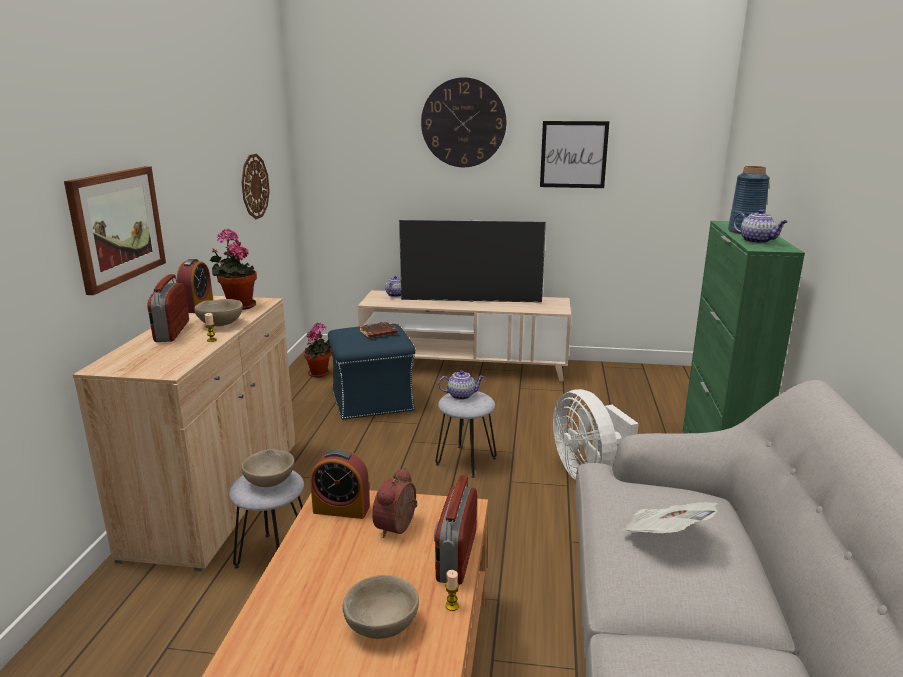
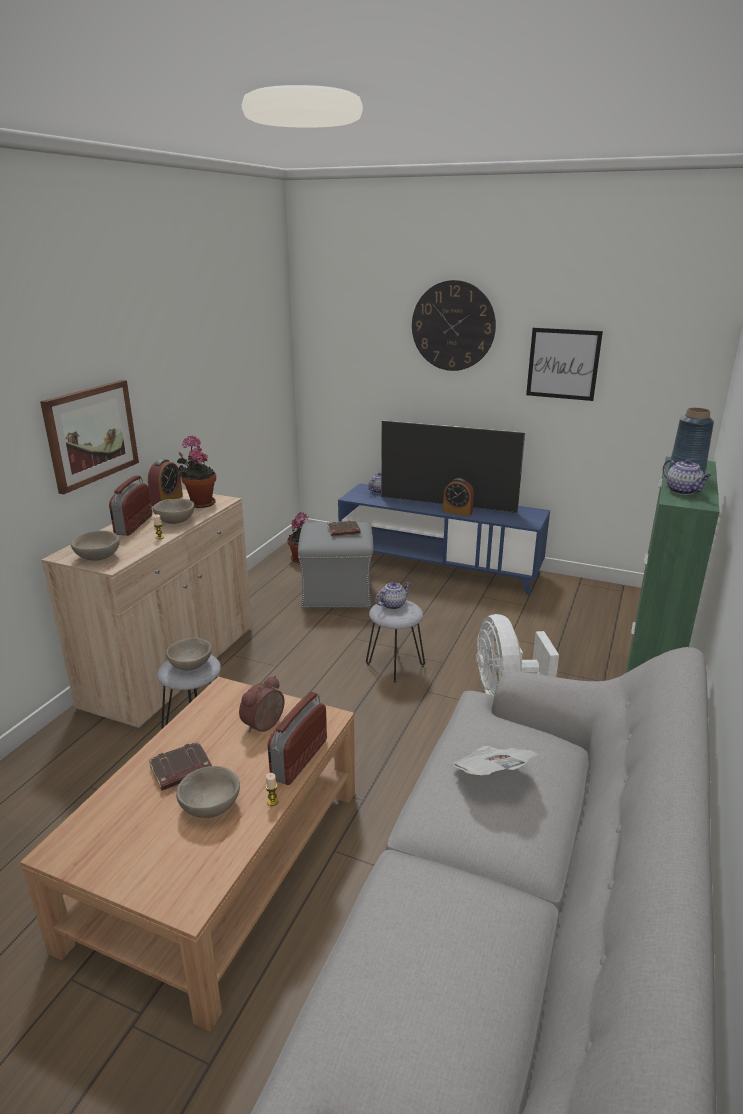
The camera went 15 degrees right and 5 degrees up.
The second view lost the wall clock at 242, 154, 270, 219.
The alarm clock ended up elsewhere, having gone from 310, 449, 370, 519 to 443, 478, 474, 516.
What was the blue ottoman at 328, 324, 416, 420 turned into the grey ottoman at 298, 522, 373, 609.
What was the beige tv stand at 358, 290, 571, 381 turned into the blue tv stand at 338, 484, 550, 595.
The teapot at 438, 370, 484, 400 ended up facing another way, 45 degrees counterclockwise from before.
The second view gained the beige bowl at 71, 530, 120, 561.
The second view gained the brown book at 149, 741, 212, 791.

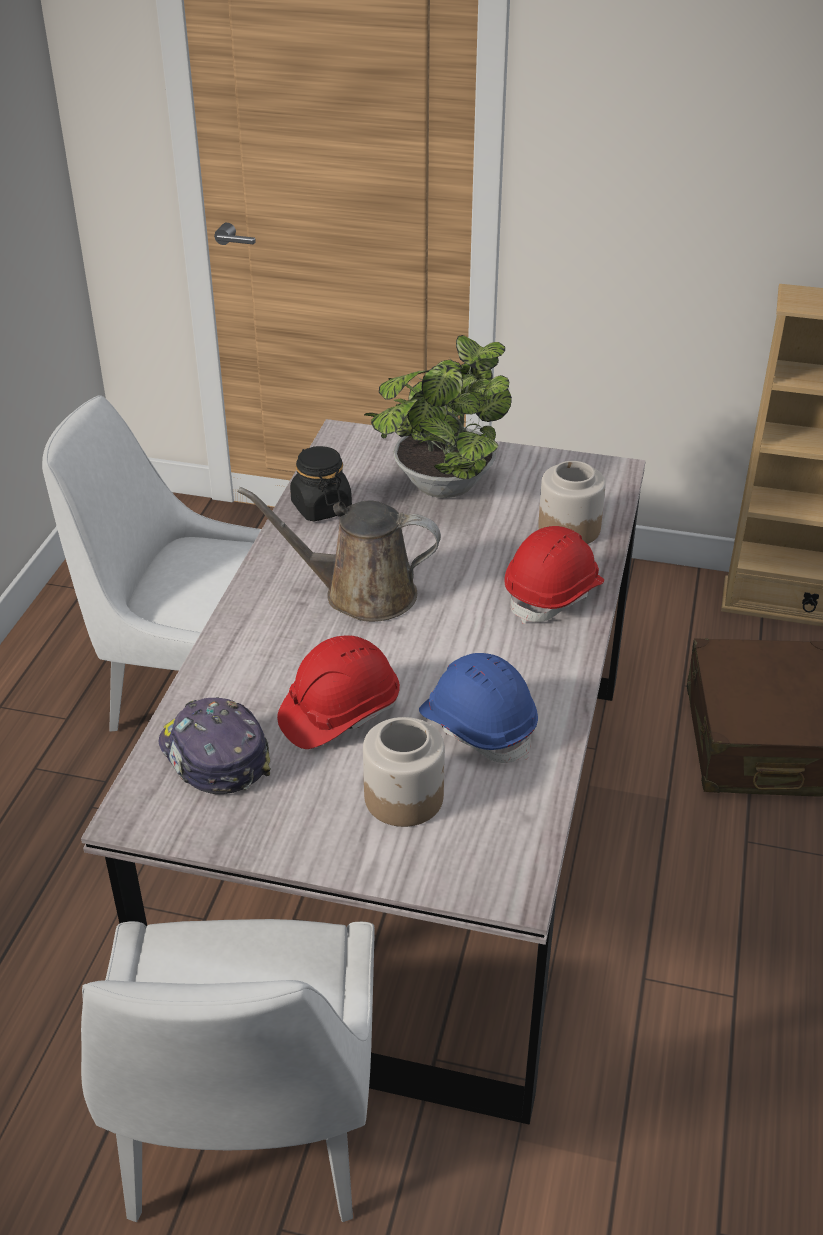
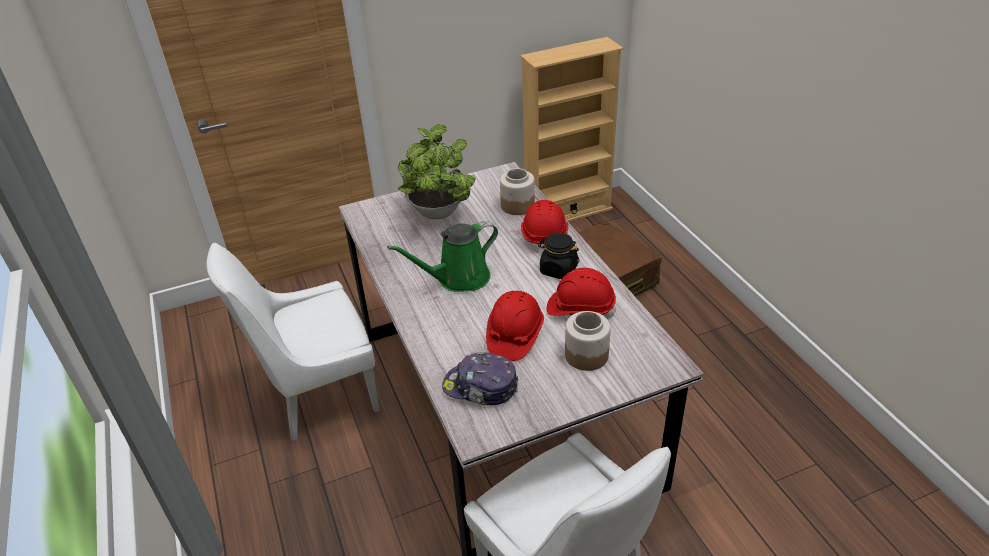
The camera went 35 degrees left and 0 degrees up.
What was the brown watering can at 238, 487, 441, 622 turned into the green watering can at 388, 221, 498, 292.
The black jar ended up elsewhere, having gone from 290, 446, 352, 521 to 538, 233, 580, 279.
What was the blue hard hat at 419, 653, 538, 763 turned into the red hard hat at 546, 268, 616, 319.

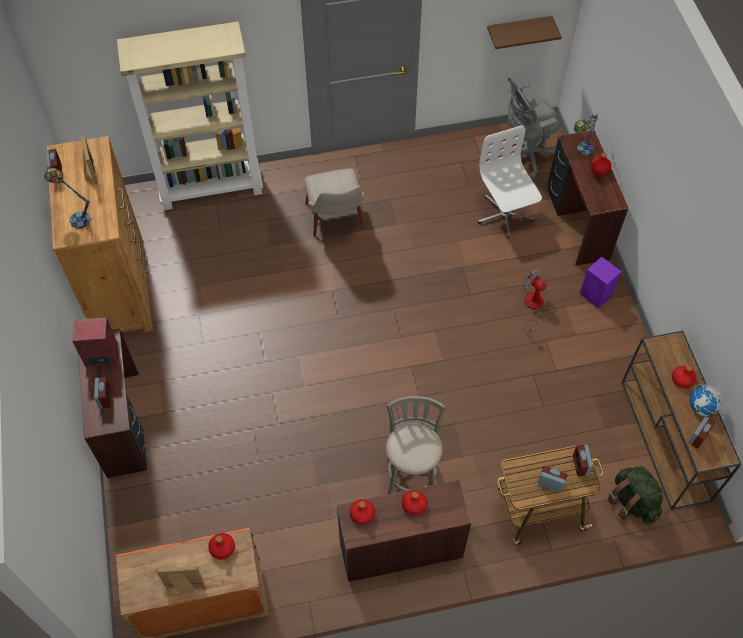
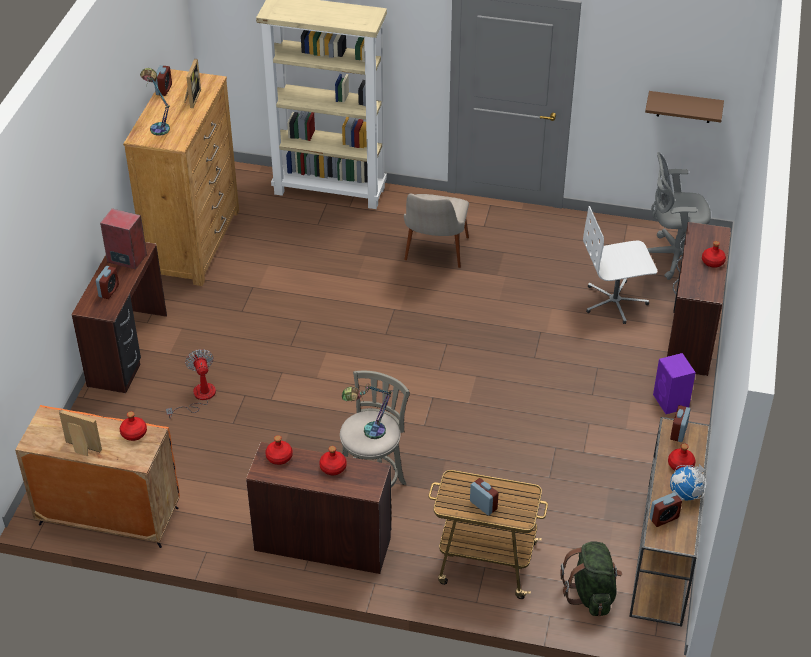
The camera went 25 degrees right and 15 degrees down.
The white office chair at 478, 125, 542, 239 ended up facing another way, 105 degrees counterclockwise from before.
The fan ended up elsewhere, having gone from 523, 268, 547, 335 to 166, 349, 216, 419.
The alarm clock ended up elsewhere, having gone from 573, 445, 593, 476 to 670, 405, 691, 442.
The table lamp ended up elsewhere, having gone from 574, 113, 599, 156 to 342, 383, 391, 439.

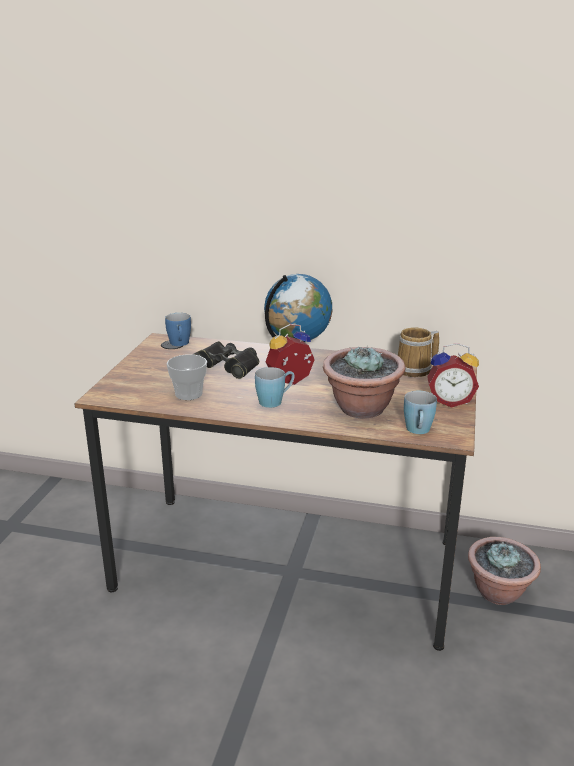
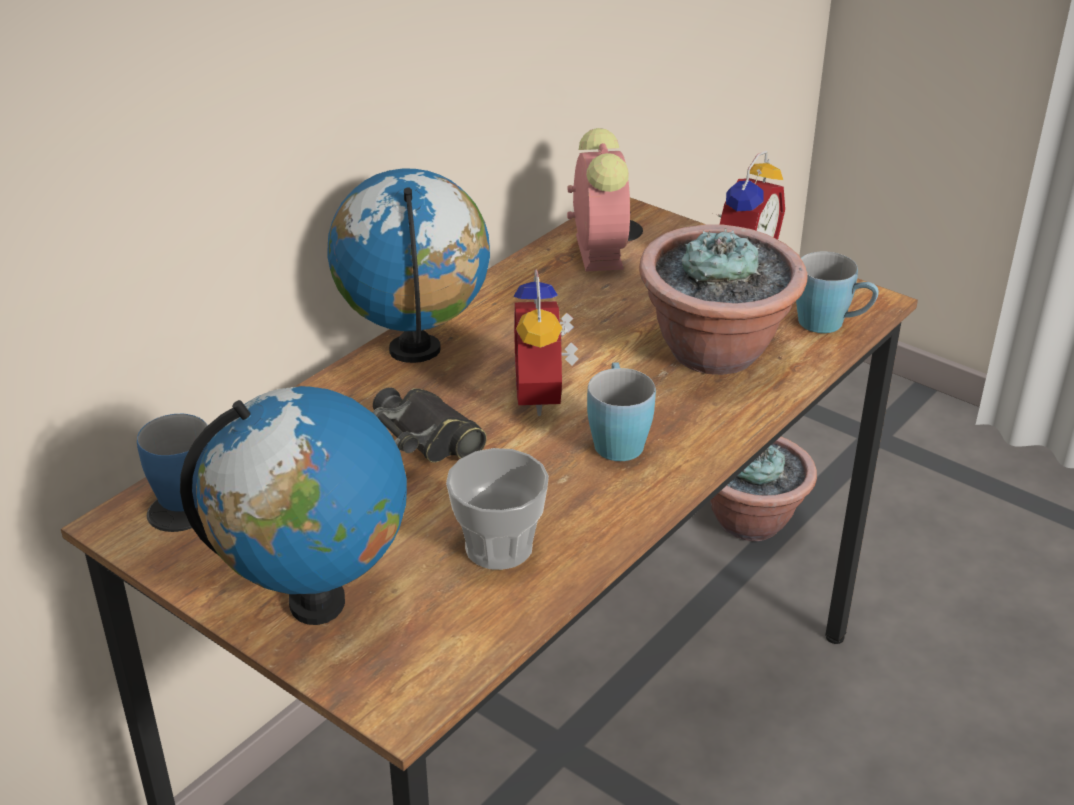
The camera went 65 degrees left and 10 degrees up.
Where the mug stood at 398, 327, 439, 377, the alarm clock came to stand at 567, 128, 631, 272.
The second view gained the globe at 180, 386, 407, 625.

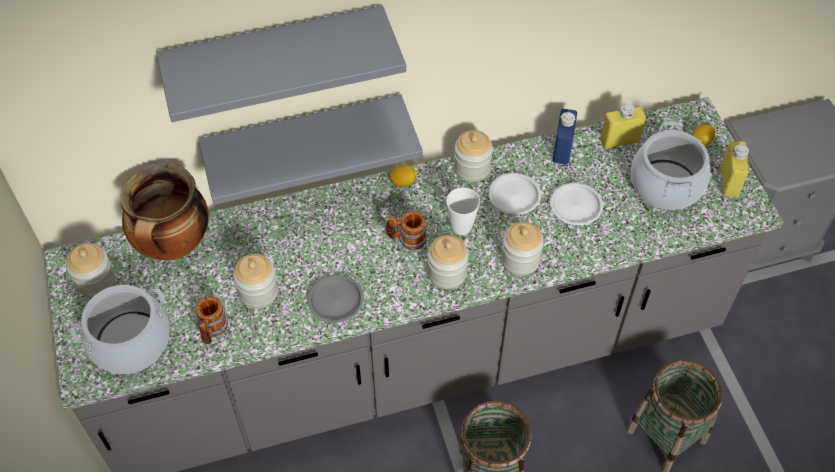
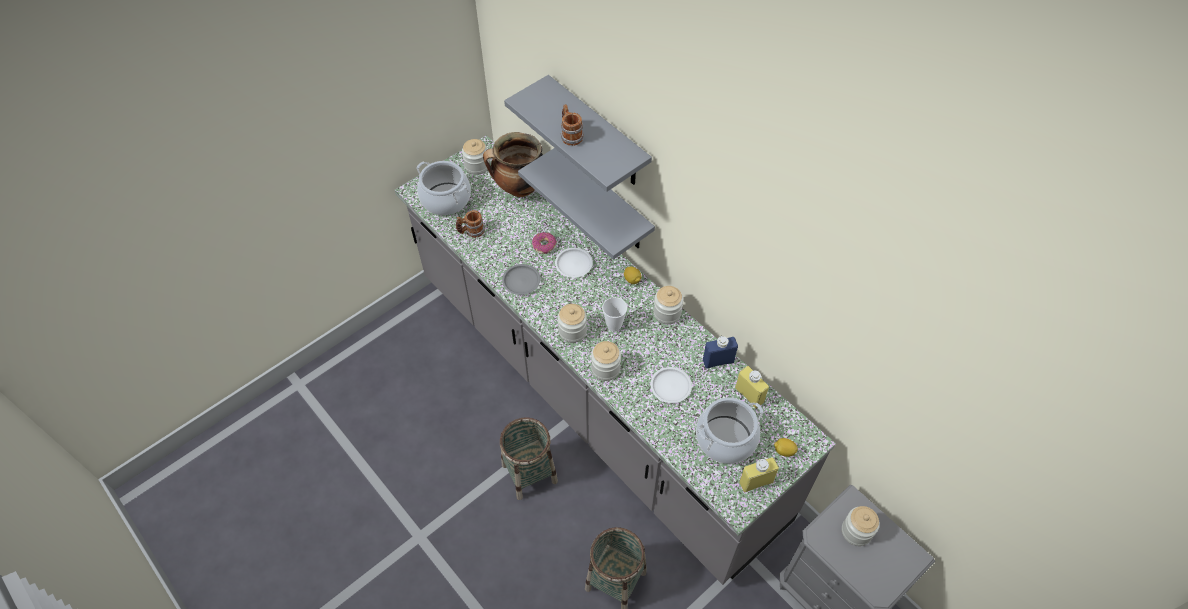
The camera went 65 degrees right and 0 degrees up.
The jar ended up elsewhere, having gone from 233, 254, 279, 309 to 842, 506, 880, 546.
The mug ended up elsewhere, having gone from 385, 211, 428, 250 to 561, 104, 584, 146.
The white plate ended up elsewhere, having gone from 489, 173, 541, 215 to 555, 248, 593, 278.
The second view gained the donut at 532, 232, 557, 254.

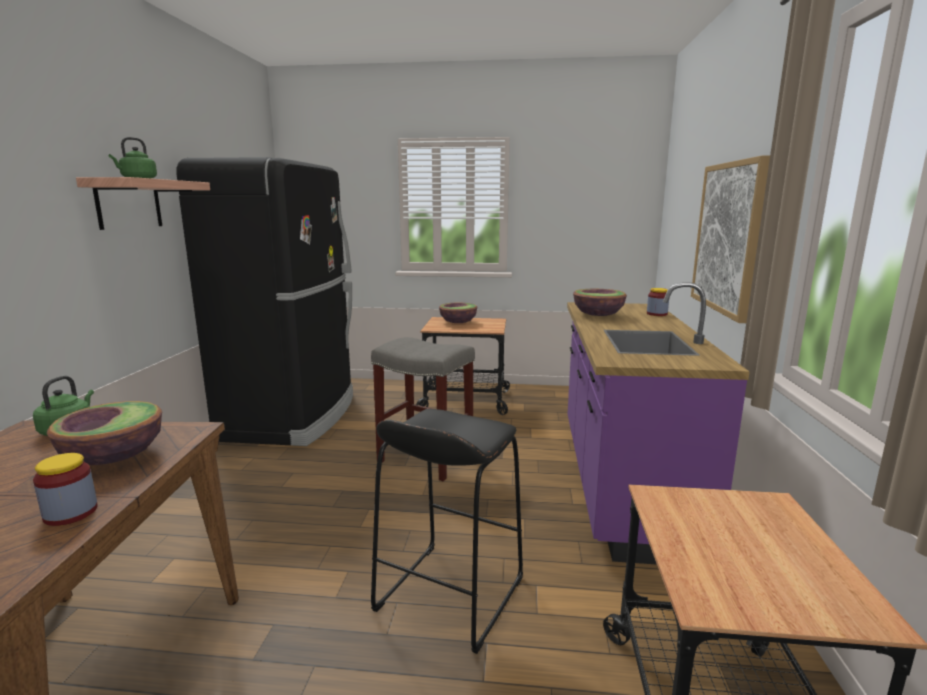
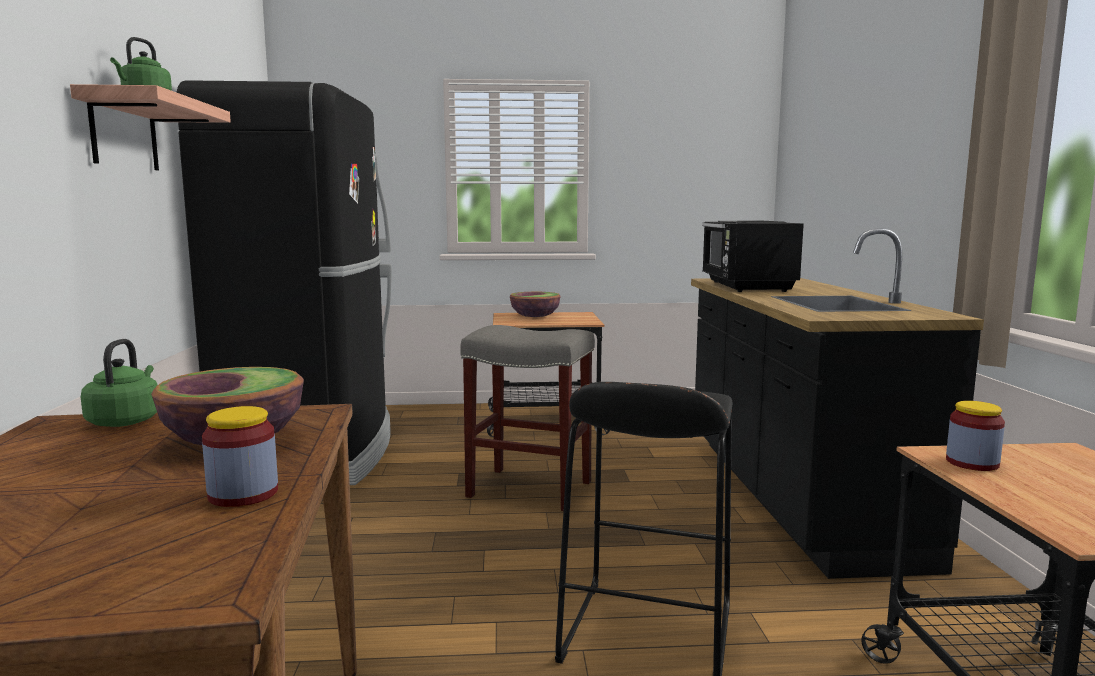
The camera went 10 degrees left and 5 degrees down.
What was the purple counter at 567, 282, 750, 565 turned into the black counter at 691, 228, 984, 579.
Where the bowl stood at 573, 289, 627, 316, the black microwave came to stand at 702, 221, 804, 292.
The jar ended up elsewhere, having gone from 647, 288, 669, 316 to 946, 401, 1005, 471.
The second view lost the picture at 691, 155, 770, 323.

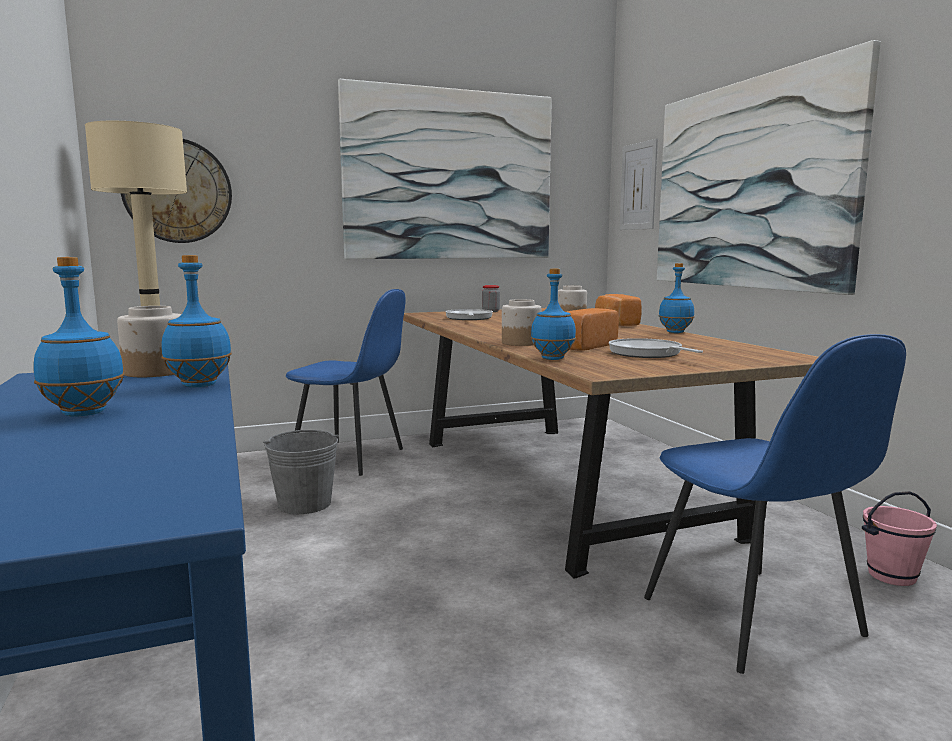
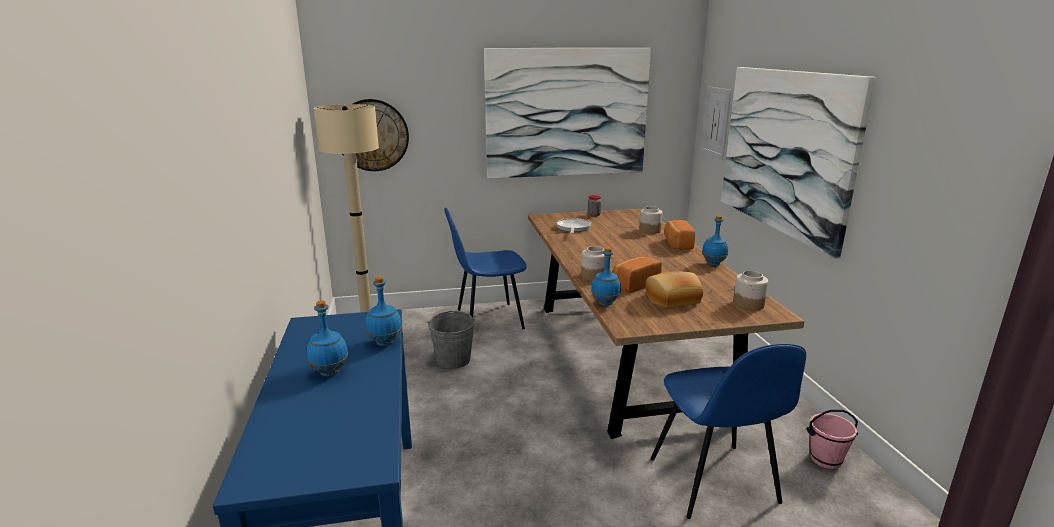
The camera went 10 degrees right and 10 degrees up.
The jar ended up elsewhere, having gone from 117, 306, 181, 377 to 733, 271, 768, 311.
The blue chair at 286, 289, 406, 476 ended up facing another way, 135 degrees clockwise from before.
Where the frying pan stood at 609, 338, 703, 358, the bread came to stand at 645, 271, 703, 308.

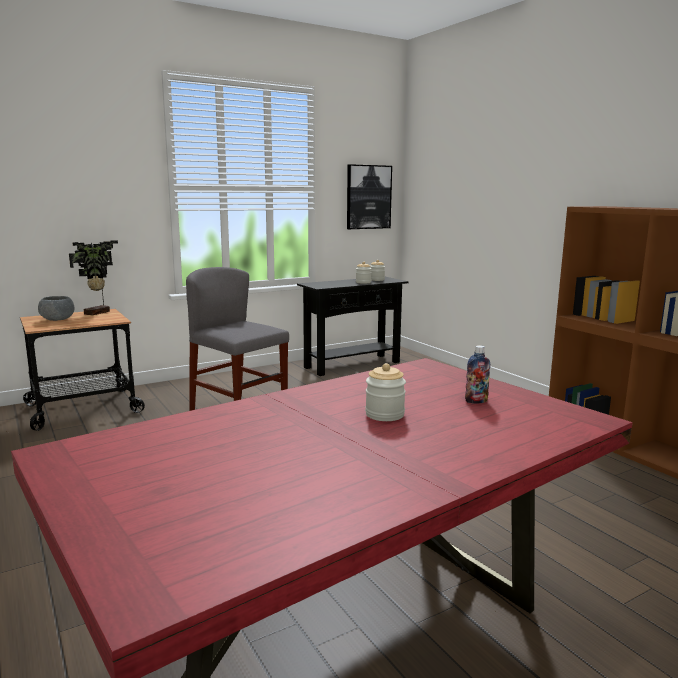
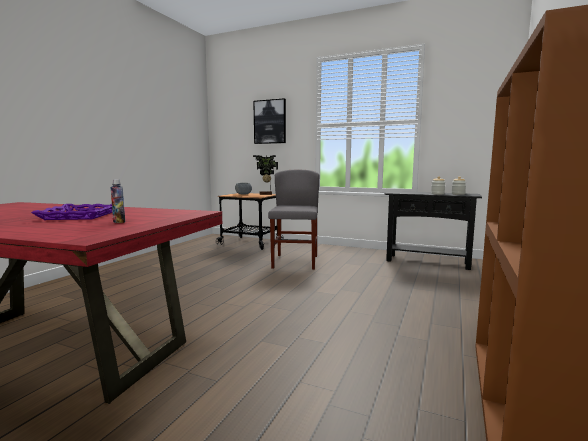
The camera went 55 degrees right and 5 degrees down.
The picture ended up elsewhere, having gone from 347, 164, 392, 229 to 253, 98, 286, 144.
Where the jar stood at 365, 363, 406, 421, the purple tray came to stand at 31, 204, 112, 220.

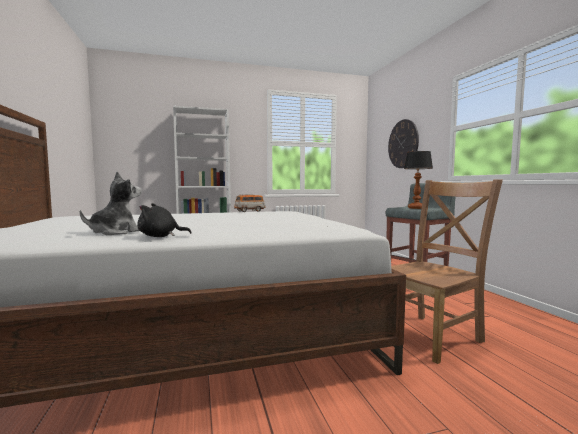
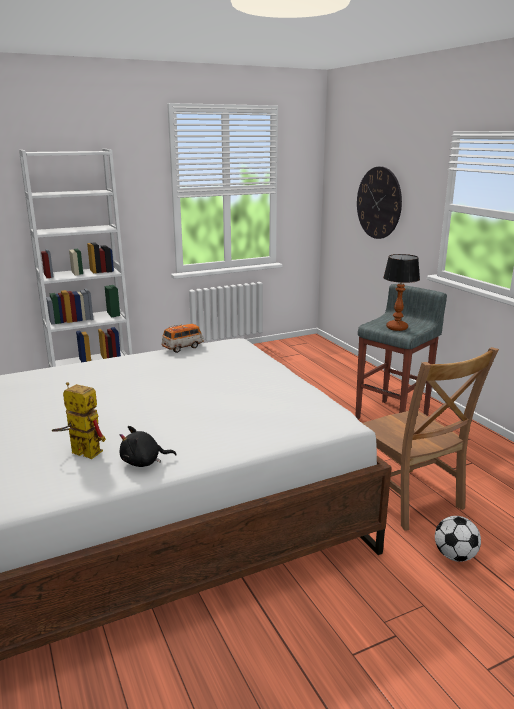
The camera went 10 degrees left and 15 degrees up.
Where the plush toy stood at 80, 172, 142, 235, the toy robot came to stand at 52, 382, 106, 459.
The brown chair at 391, 179, 503, 364 ended up facing another way, 105 degrees clockwise from before.
The second view gained the football at 435, 516, 481, 562.

